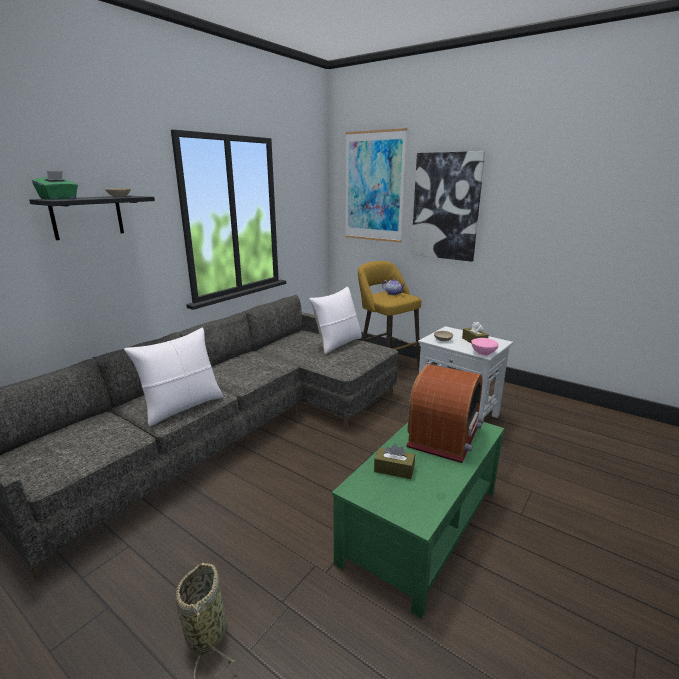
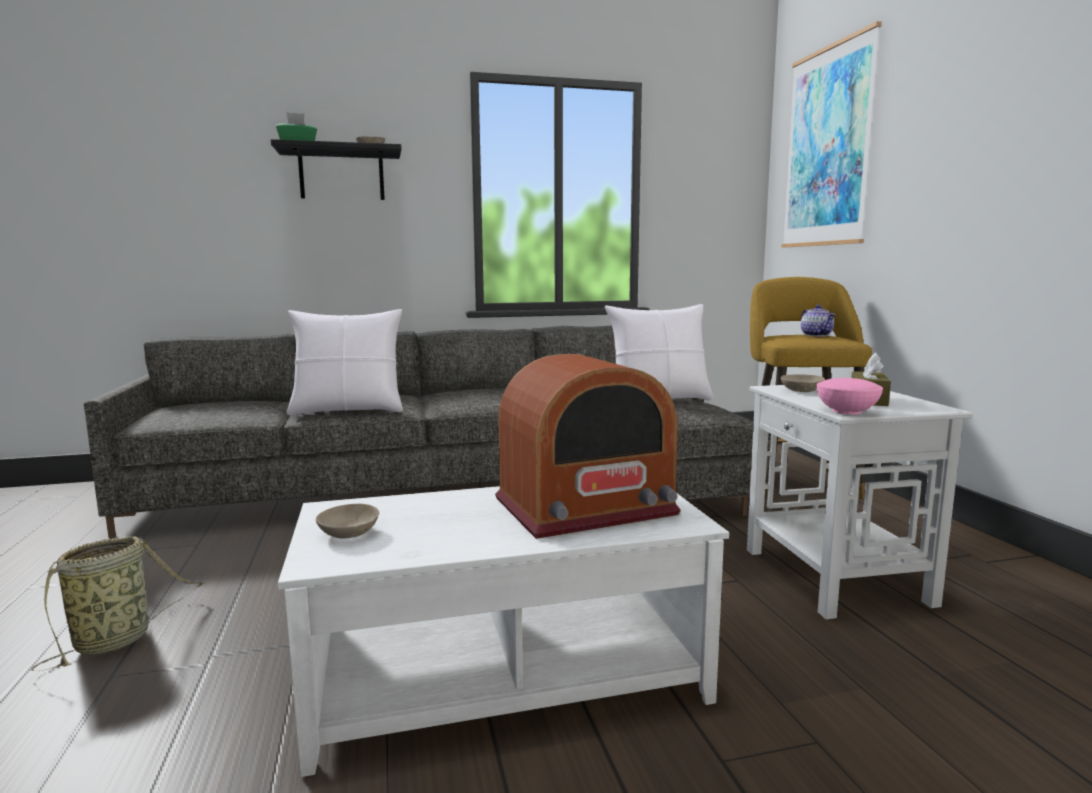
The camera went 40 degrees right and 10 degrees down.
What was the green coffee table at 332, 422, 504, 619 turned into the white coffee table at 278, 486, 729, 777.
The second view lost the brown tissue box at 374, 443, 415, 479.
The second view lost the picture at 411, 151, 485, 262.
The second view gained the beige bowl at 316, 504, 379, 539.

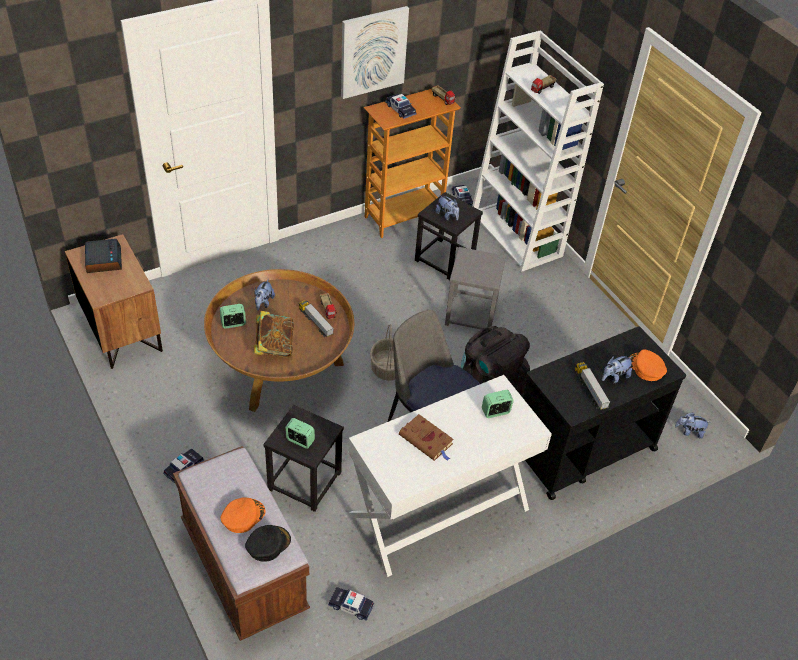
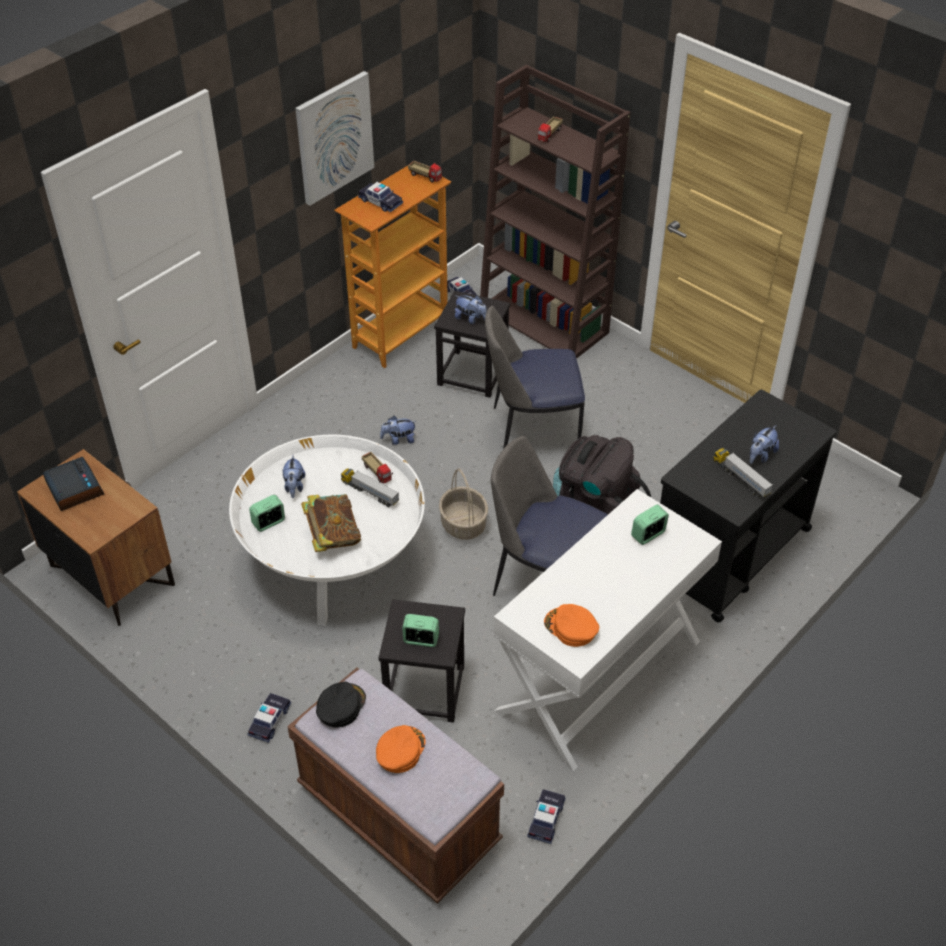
The camera went 15 degrees left and 0 degrees up.
What was the brown coffee table at 204, 269, 354, 412 turned into the white coffee table at 229, 435, 425, 625.
The black cap ended up elsewhere, having gone from 245, 525, 291, 562 to 316, 682, 366, 728.
The toy car at 328, 587, 374, 621 ended up facing another way, 105 degrees clockwise from before.
The second view lost the brown book at 399, 414, 454, 461.
Where the grey stool stood at 445, 247, 506, 330, the chair came to stand at 485, 306, 585, 449.
What was the white bookcase at 472, 30, 604, 272 turned into the brown bookcase at 480, 65, 631, 359.
The orange cap ended up elsewhere, having gone from 629, 349, 667, 381 to 544, 604, 599, 647.
The plush toy ended up elsewhere, having gone from 675, 412, 711, 439 to 380, 416, 417, 445.

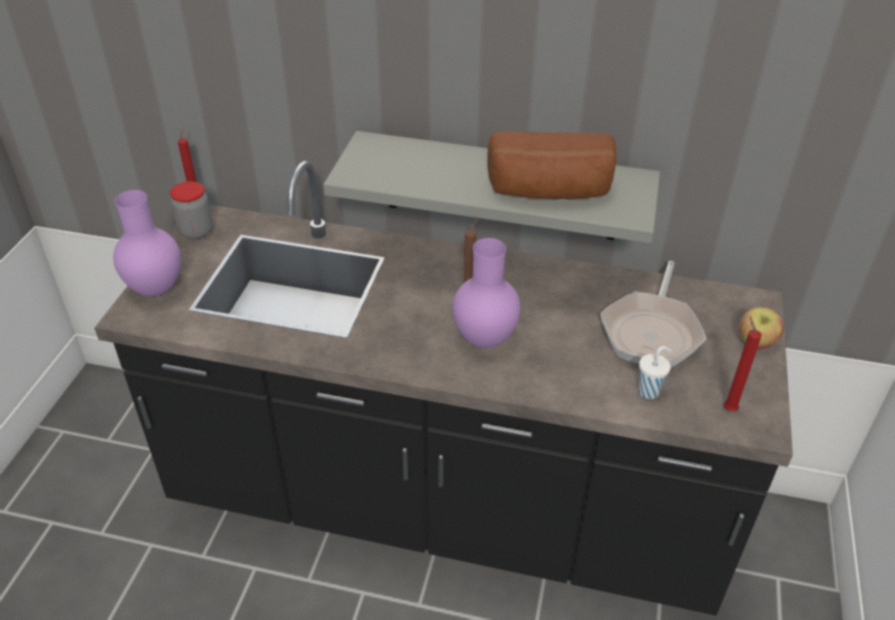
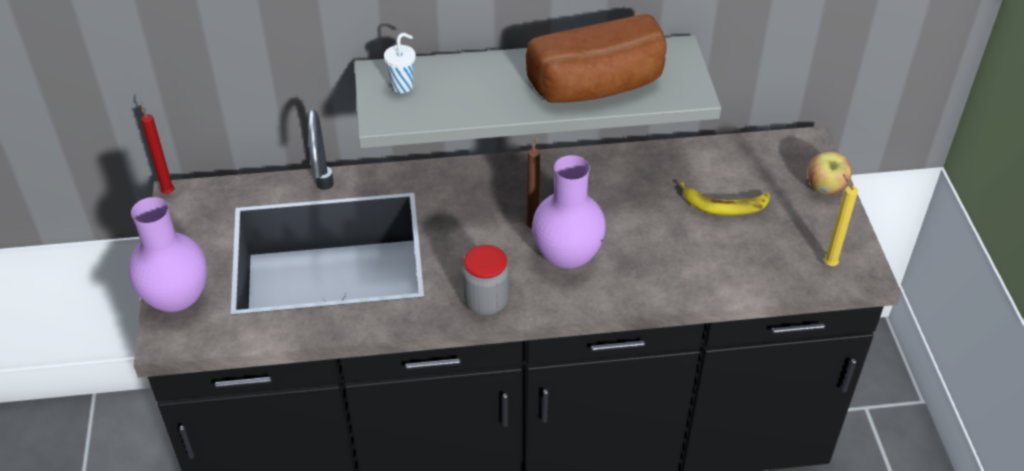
The camera went 20 degrees left and 5 degrees up.
The jar ended up elsewhere, having gone from 170, 181, 213, 239 to 463, 245, 509, 315.
Where the frying pan stood at 600, 261, 707, 367, the banana came to stand at 680, 182, 770, 216.
The white cup ended up elsewhere, having gone from 638, 346, 672, 399 to 384, 33, 416, 93.
What was the red candle at 724, 316, 762, 411 turned into the yellow candle at 824, 174, 858, 266.

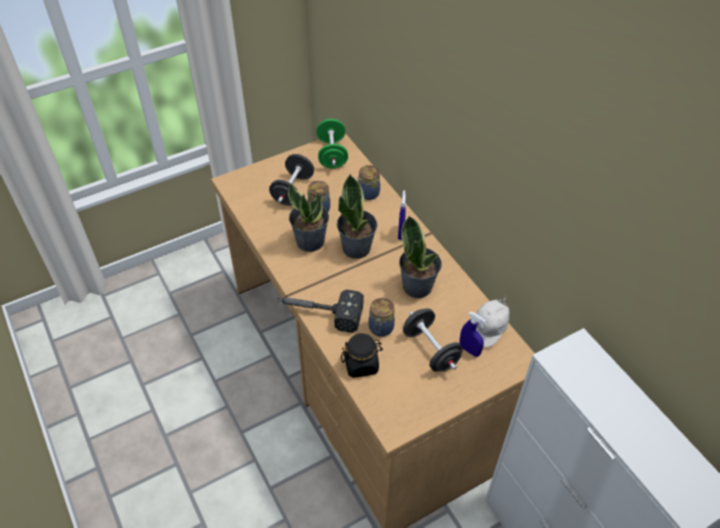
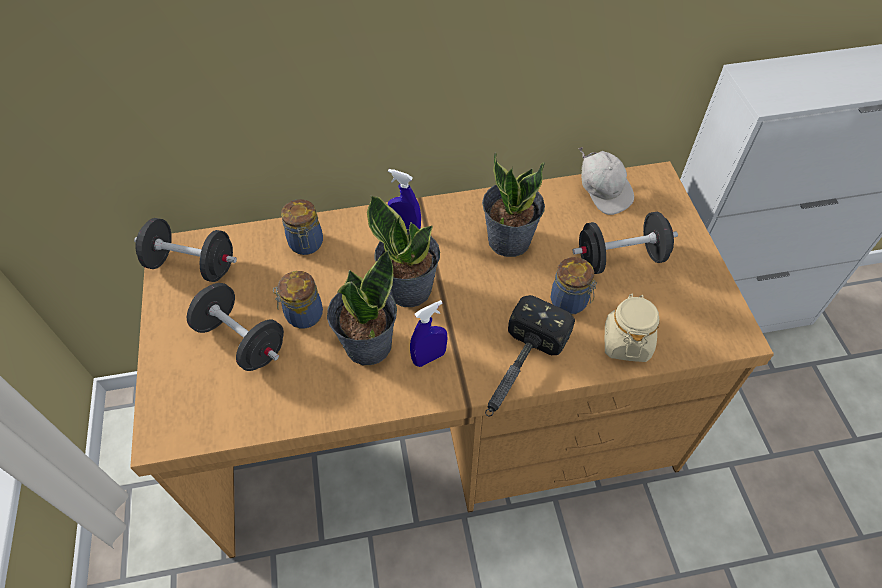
The camera went 70 degrees left and 5 degrees up.
What was the green dumbbell at 316, 119, 348, 168 turned into the black dumbbell at 134, 218, 237, 282.
What was the black jar at 341, 333, 383, 378 turned into the beige jar at 605, 294, 660, 362.
The blue spray bottle ended up elsewhere, having gone from 460, 312, 486, 357 to 410, 300, 447, 367.

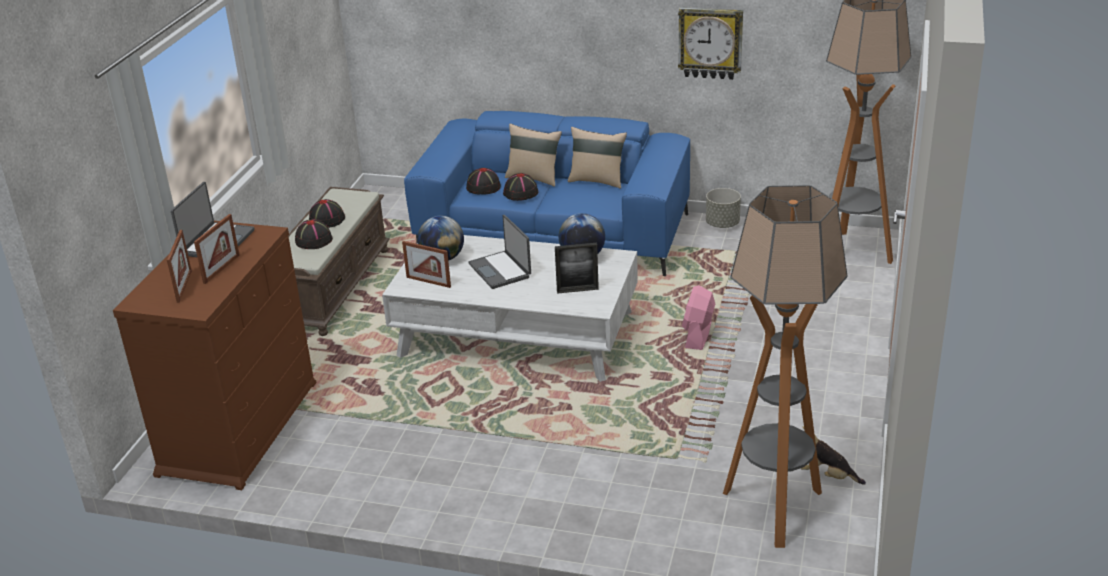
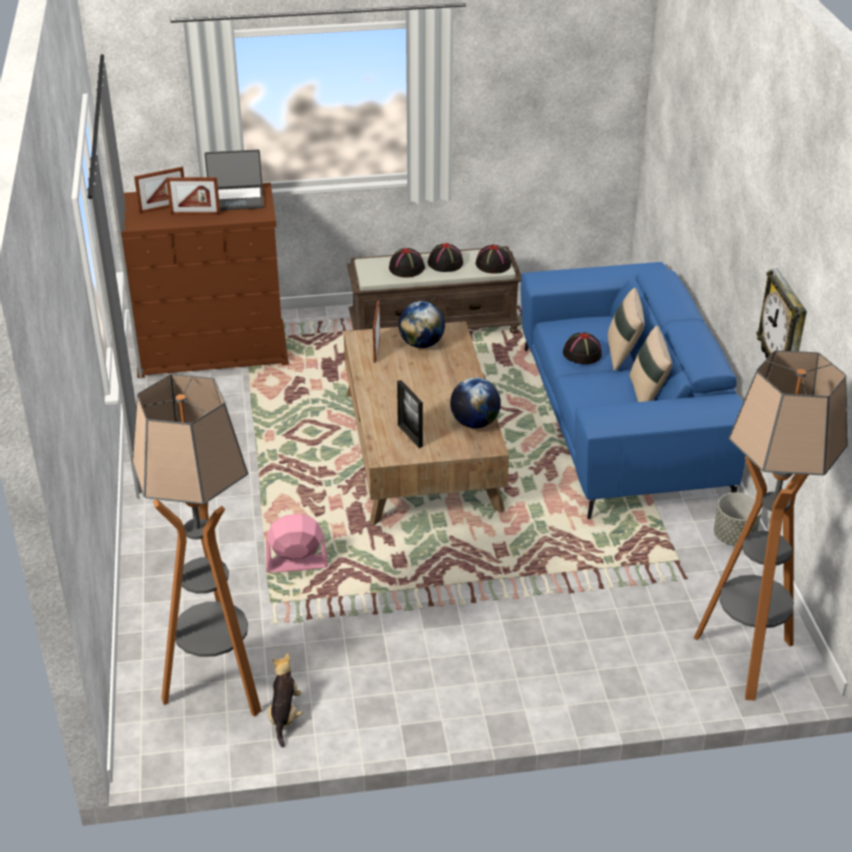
The camera went 65 degrees right and 5 degrees up.
What was the white coffee table at 382, 235, 638, 382 turned into the brown coffee table at 344, 321, 509, 526.
The black hat ended up elsewhere, having gone from 466, 168, 501, 195 to 476, 245, 511, 274.
The second view lost the laptop at 468, 215, 531, 289.
The pink fan ended up elsewhere, having gone from 682, 285, 715, 350 to 266, 514, 328, 573.

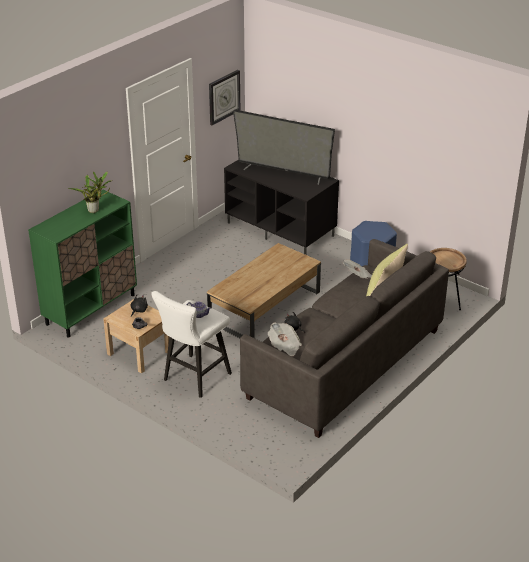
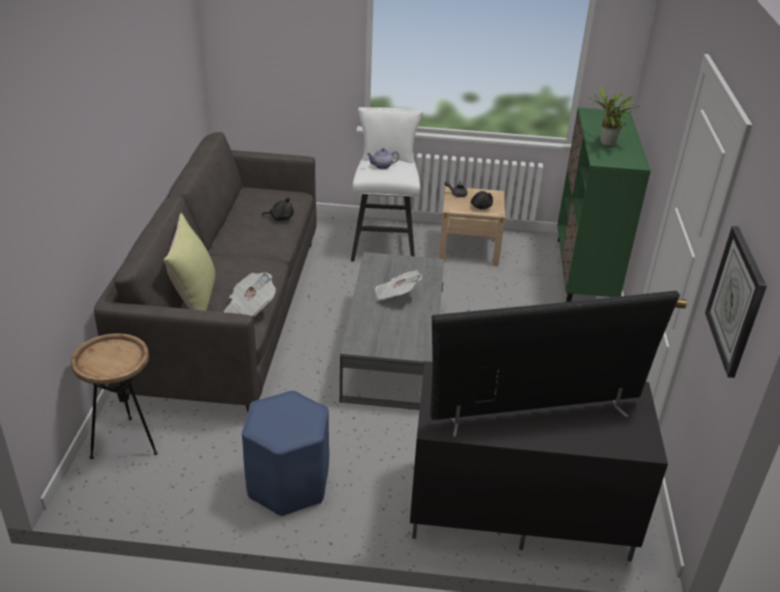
The camera went 145 degrees right and 0 degrees up.
What was the brown coffee table at 207, 243, 321, 338 turned into the grey coffee table at 340, 252, 444, 410.
The newspaper ended up elsewhere, having gone from 268, 323, 302, 356 to 375, 270, 422, 301.

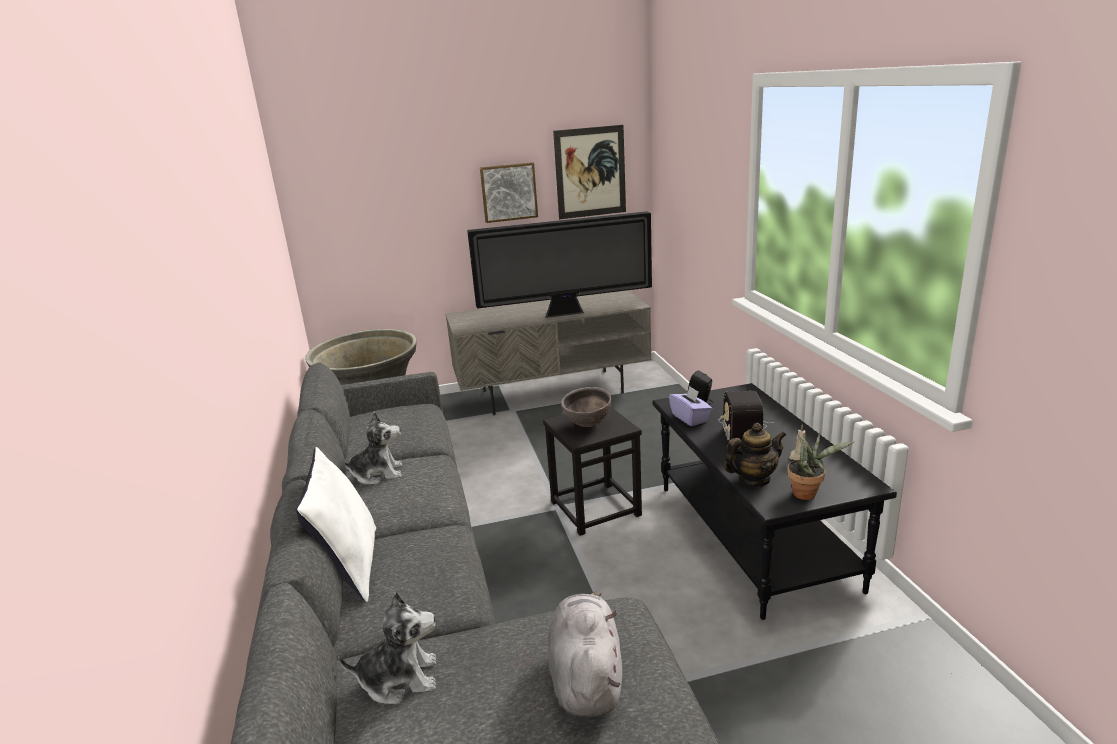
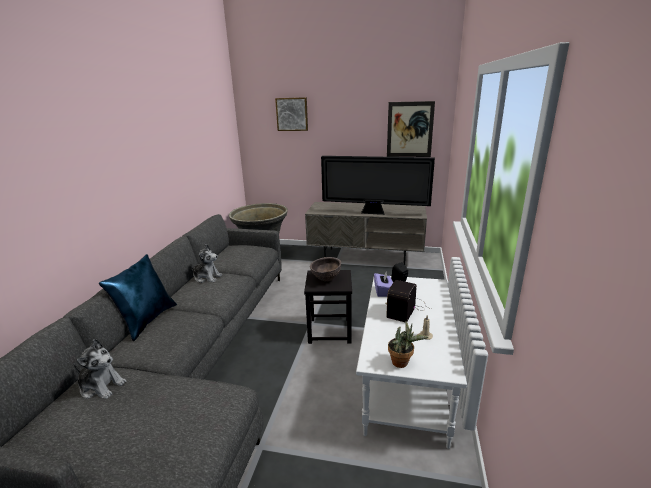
The camera went 25 degrees right and 0 degrees up.
What was the white pillow at 296, 447, 376, 603 turned into the blue pillow at 99, 254, 177, 341.
The picture ended up elsewhere, having gone from 480, 162, 538, 223 to 275, 97, 308, 131.
The second view lost the grey plush toy at 548, 591, 622, 717.
What was the black coffee table at 652, 383, 897, 620 turned into the white coffee table at 356, 276, 467, 449.
The second view lost the teapot at 724, 423, 786, 486.

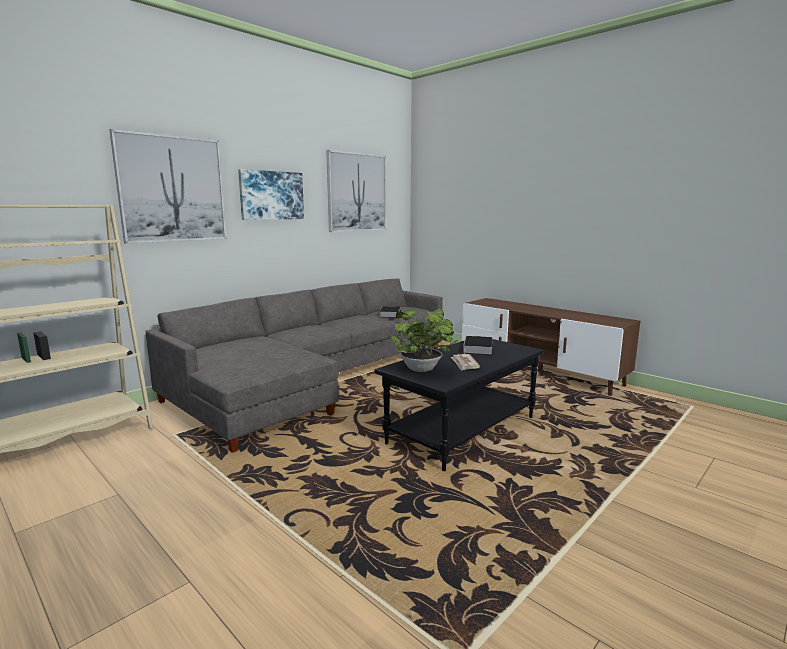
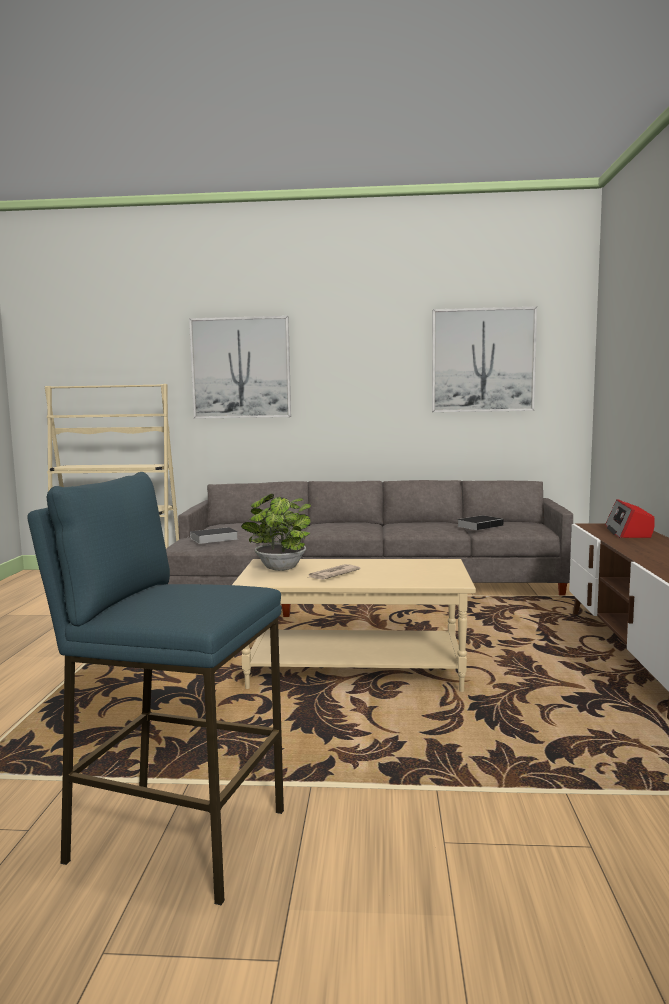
The camera went 50 degrees right and 5 degrees down.
The second view lost the picture at 238, 169, 304, 220.
What was the black coffee table at 374, 336, 544, 471 turned into the beige coffee table at 232, 559, 476, 692.
The book ended up elsewhere, having gone from 463, 336, 492, 354 to 190, 527, 238, 544.
The second view gained the blue stool at 27, 472, 284, 905.
The second view gained the radio at 605, 499, 655, 538.

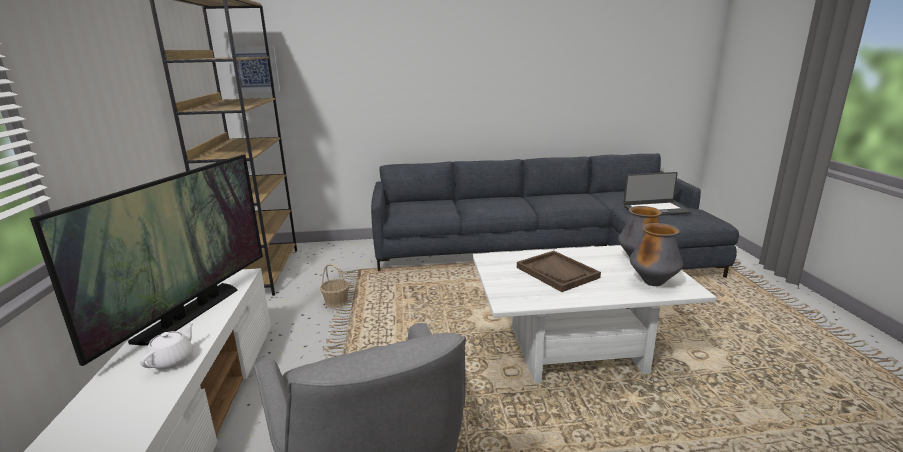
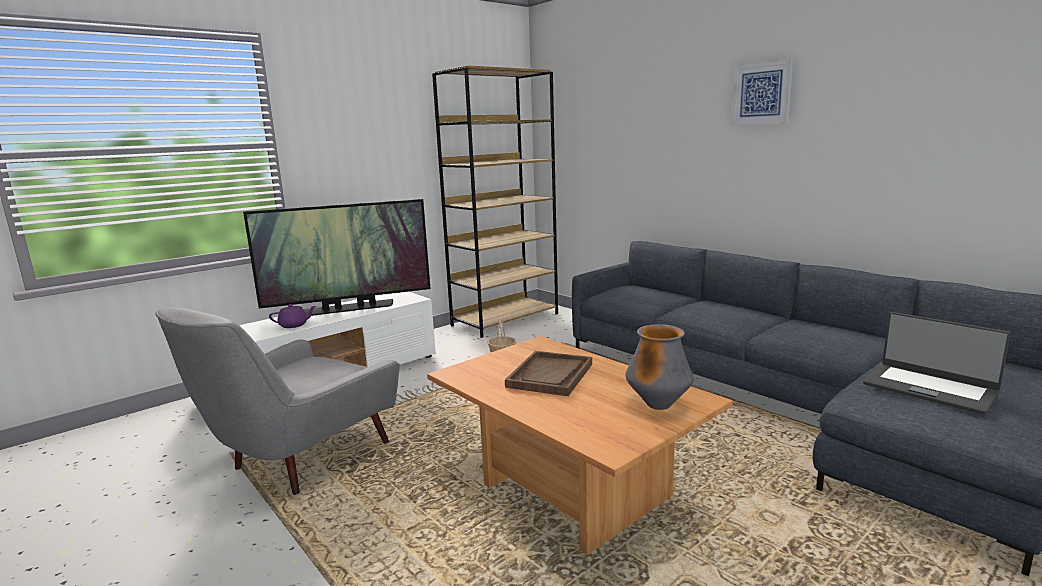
The camera went 55 degrees right and 5 degrees down.
What was the white teapot at 140, 321, 194, 369 turned into the purple teapot at 269, 304, 316, 328.
The picture ended up elsewhere, having gone from 228, 46, 280, 93 to 732, 59, 793, 125.
What was the white coffee table at 473, 245, 717, 383 turned into the brown coffee table at 427, 336, 733, 555.
The second view lost the vase at 630, 223, 683, 286.

